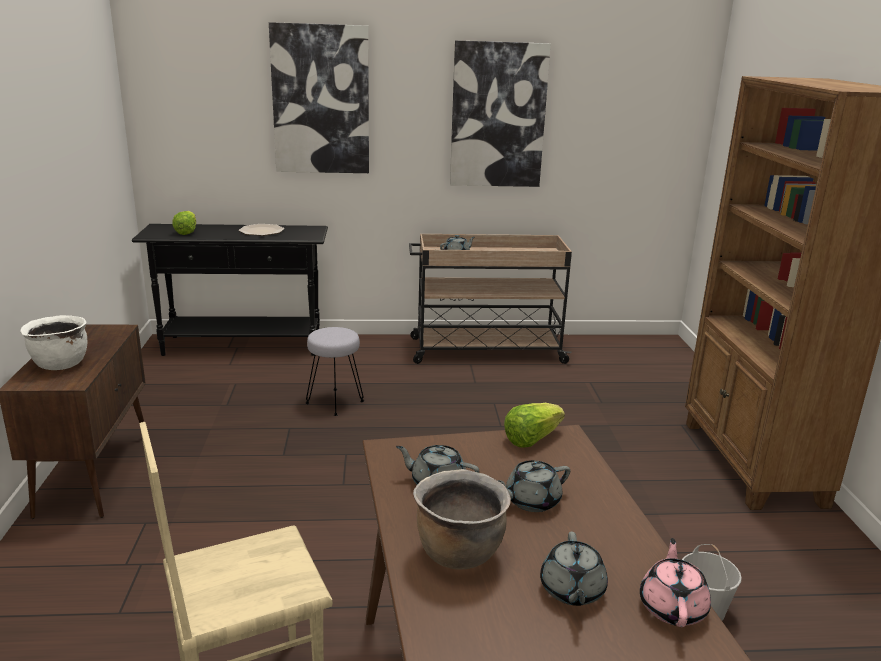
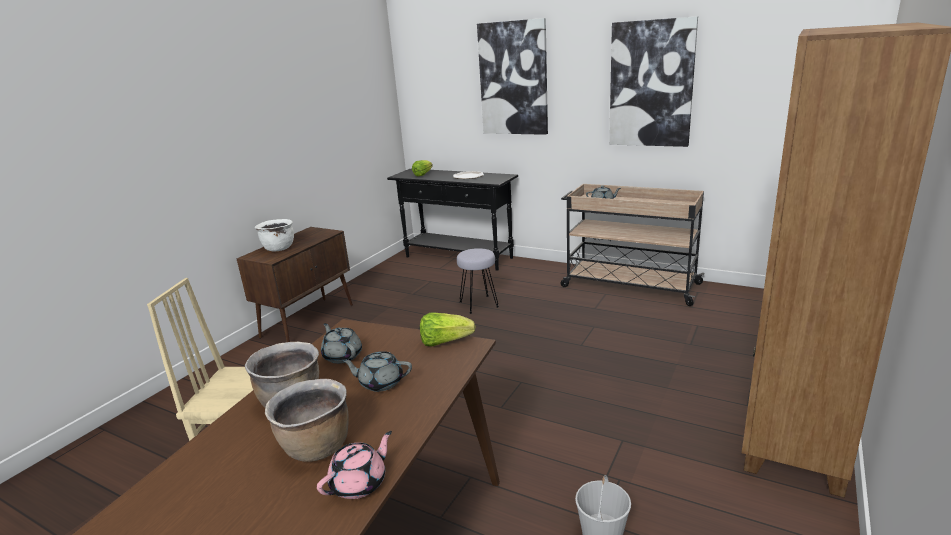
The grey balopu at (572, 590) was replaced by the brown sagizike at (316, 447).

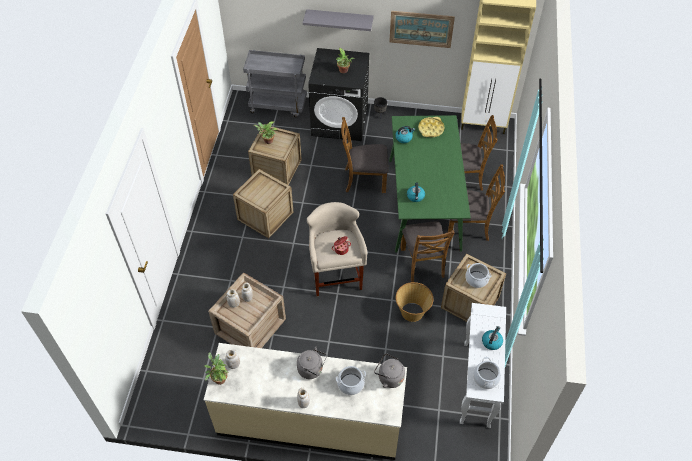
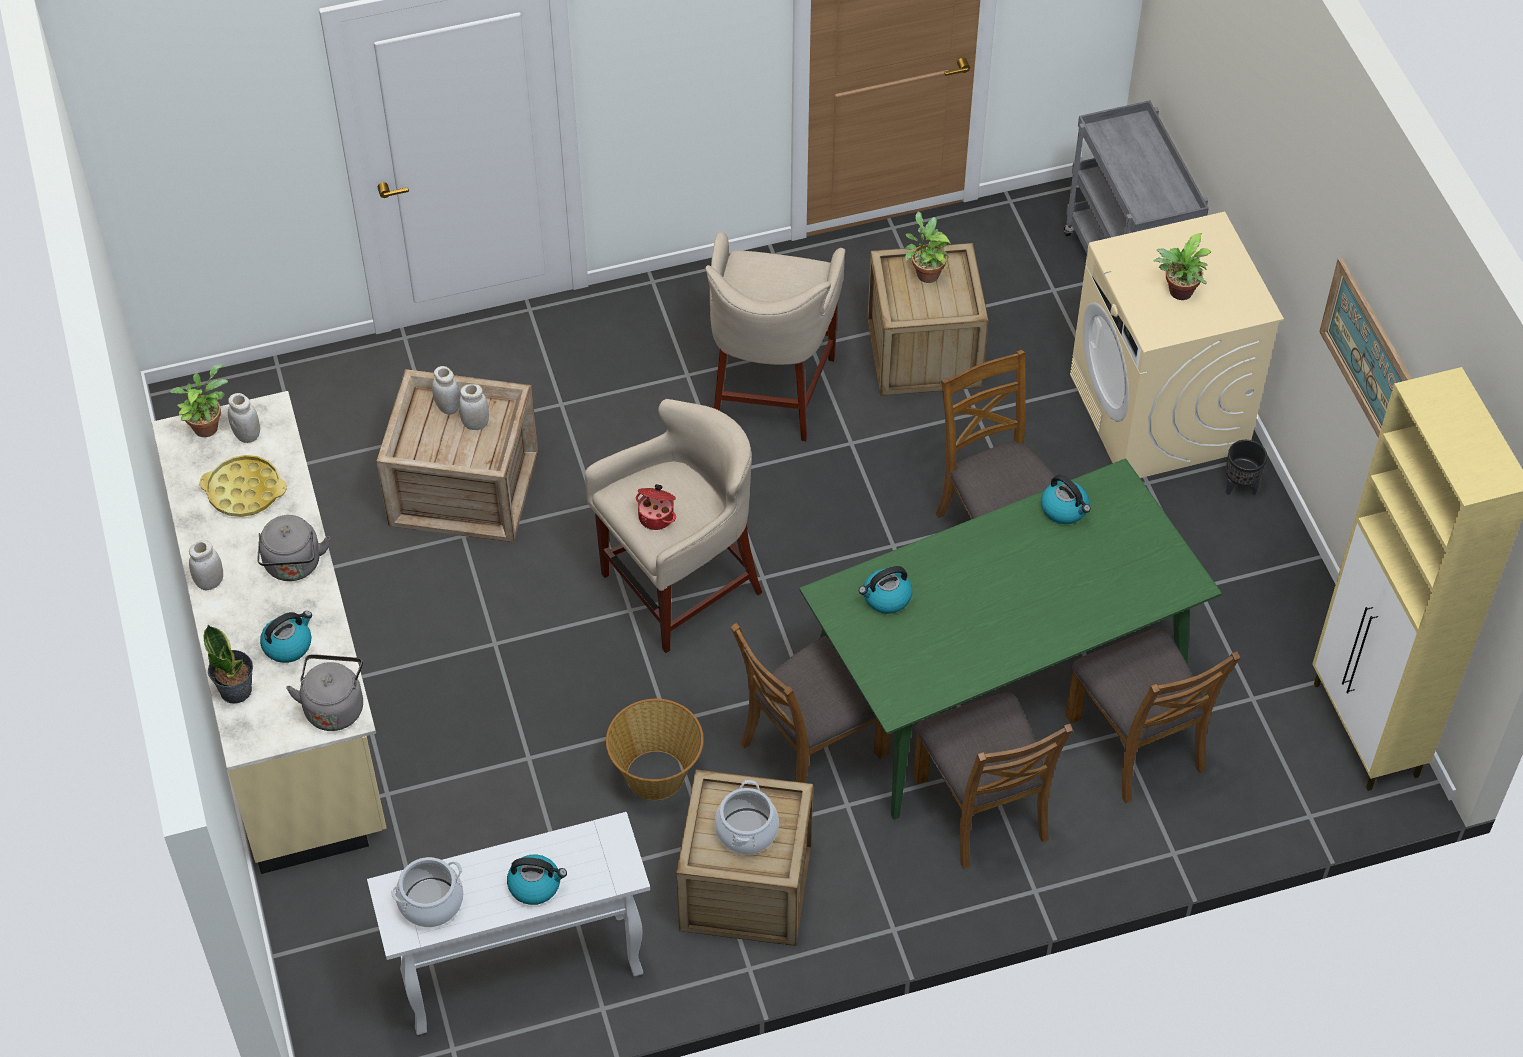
The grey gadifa at (339, 20) disappeared. The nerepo at (236, 690) appeared. The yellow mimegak moved from (431, 129) to (244, 491). The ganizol at (265, 216) was replaced by the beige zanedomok at (770, 390). The sagizike at (350, 384) was replaced by the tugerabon at (288, 645). The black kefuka at (340, 121) became the beige kefuka at (1159, 414).

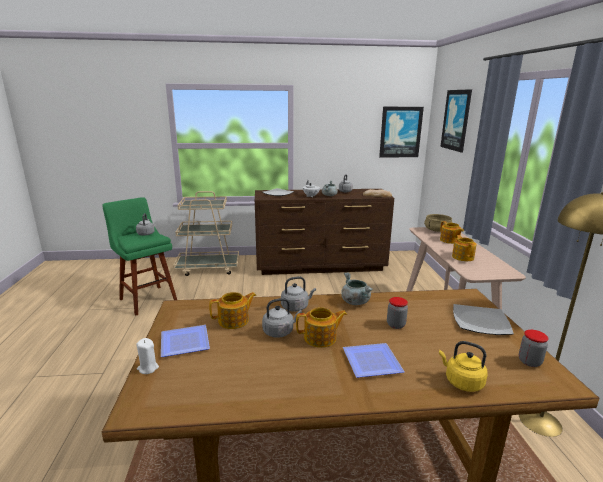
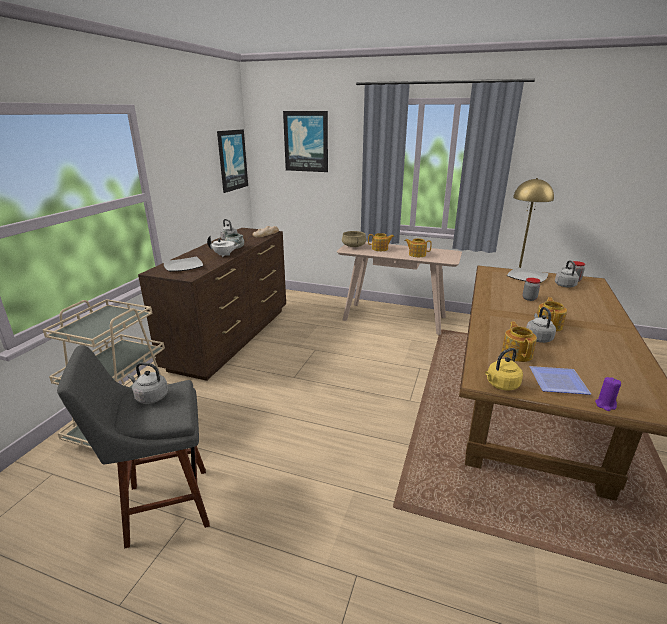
The grey sagizike at (355, 302) disappeared. The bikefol at (374, 363) disappeared. The grey tugerabon moved from (296, 307) to (564, 285). The yellow tugerabon moved from (461, 382) to (501, 385). The green zanedomok at (147, 299) became the grey zanedomok at (162, 506). The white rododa at (148, 368) became the purple rododa at (605, 405).

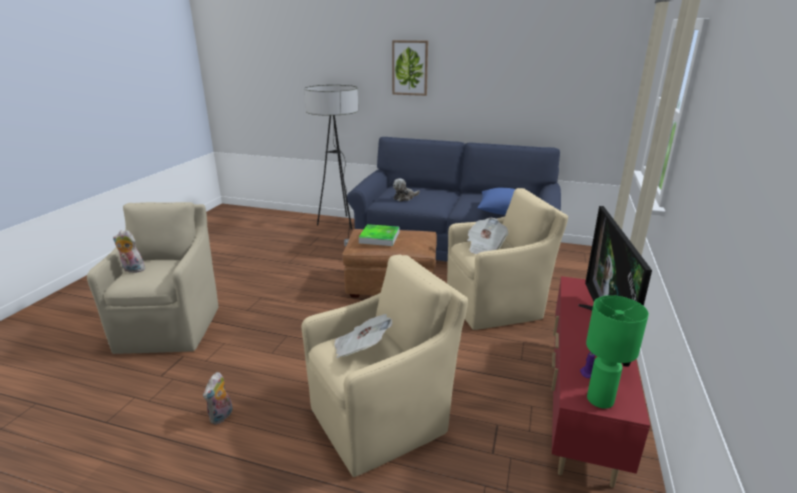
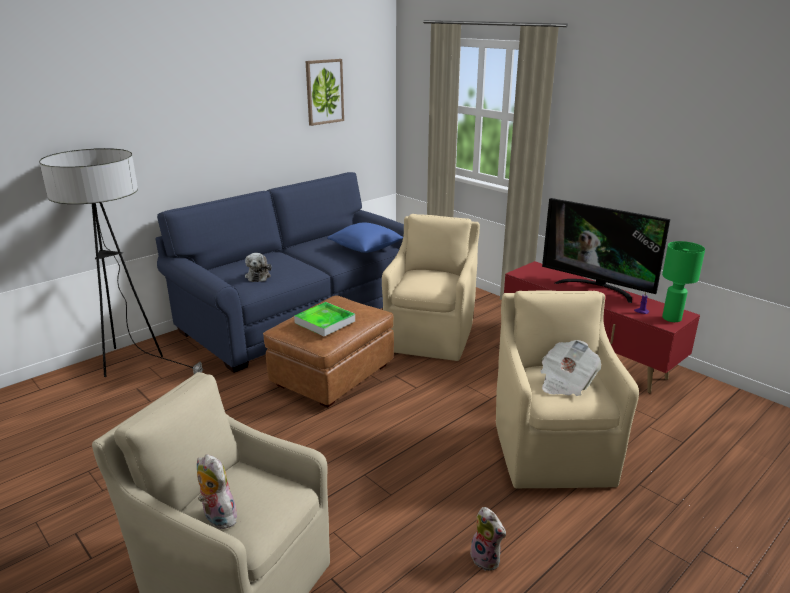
The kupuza at (484, 247) disappeared. The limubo moved from (410, 68) to (324, 92). The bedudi at (132, 270) turned 90 degrees clockwise.

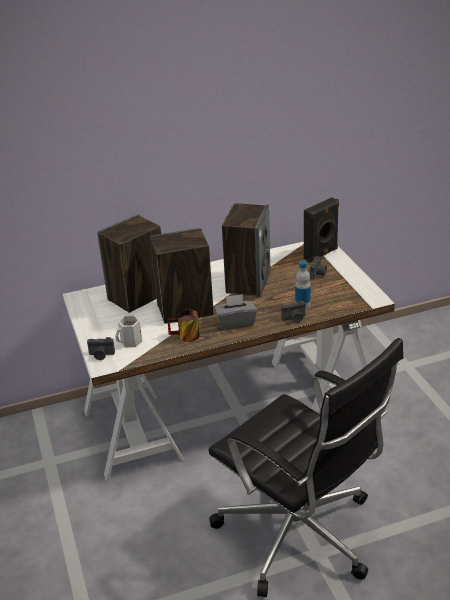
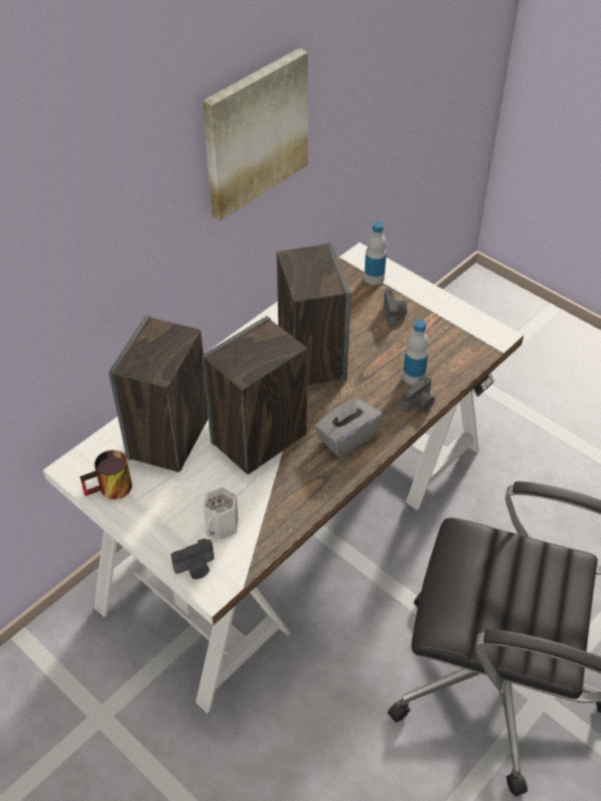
The limubo at (254, 133) appeared. The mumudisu moved from (185, 337) to (111, 491). The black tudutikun at (321, 254) was replaced by the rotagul at (374, 278).

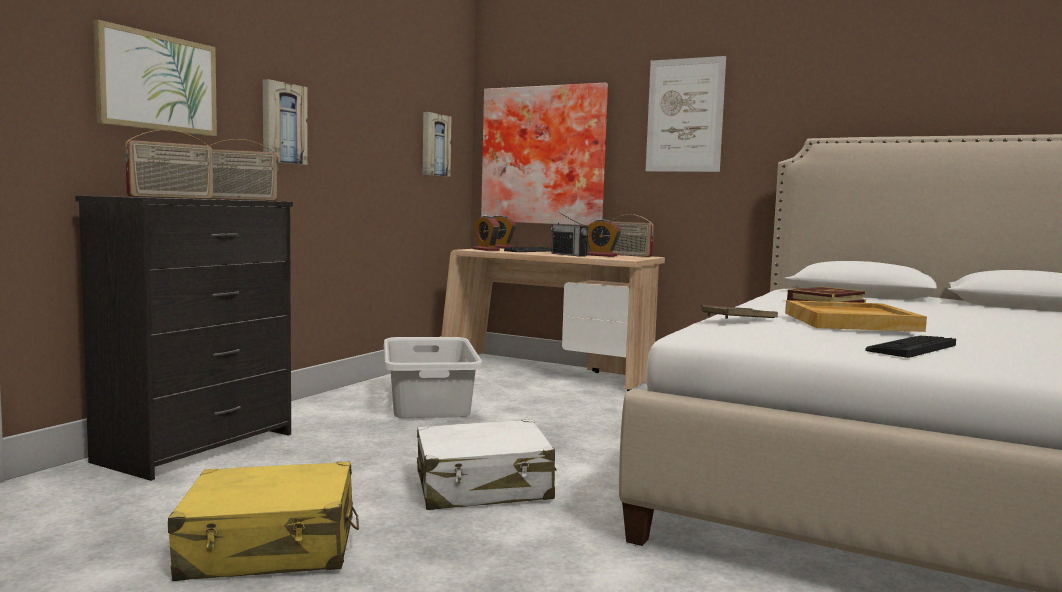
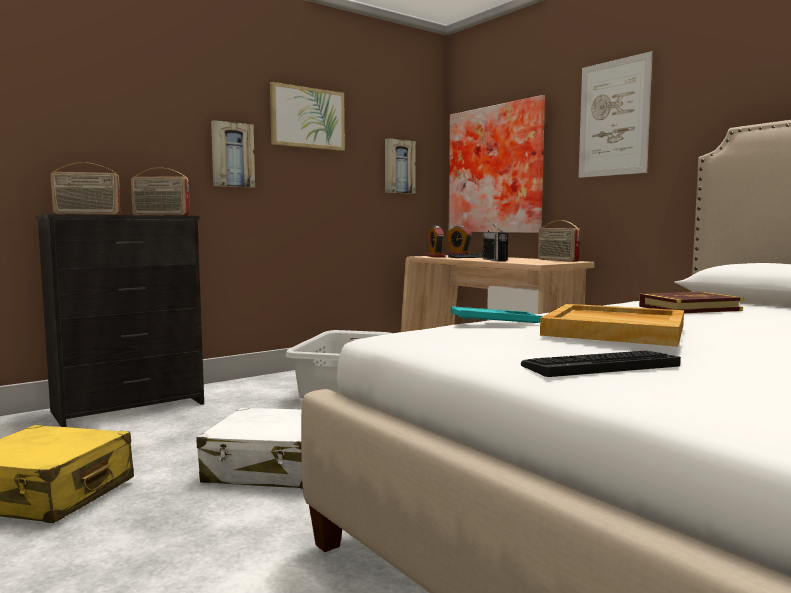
The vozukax at (601, 255) disappeared. The limubo moved from (157, 82) to (307, 118). The brown mimegak at (739, 318) became the turquoise mimegak at (495, 322).

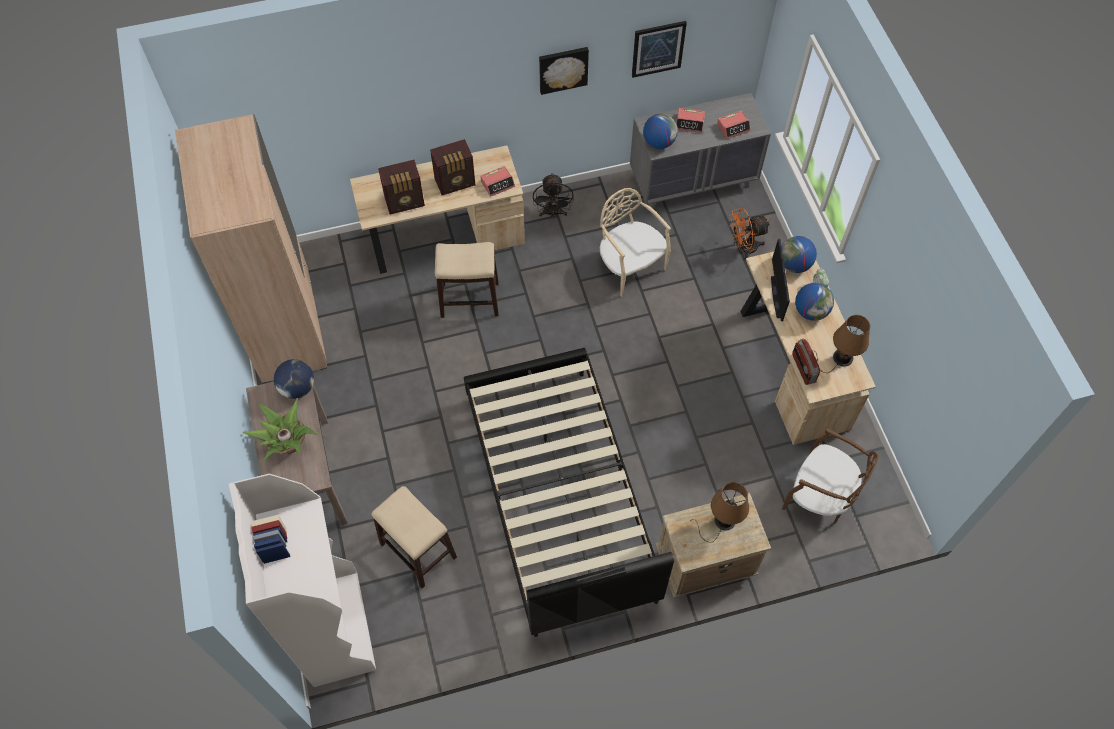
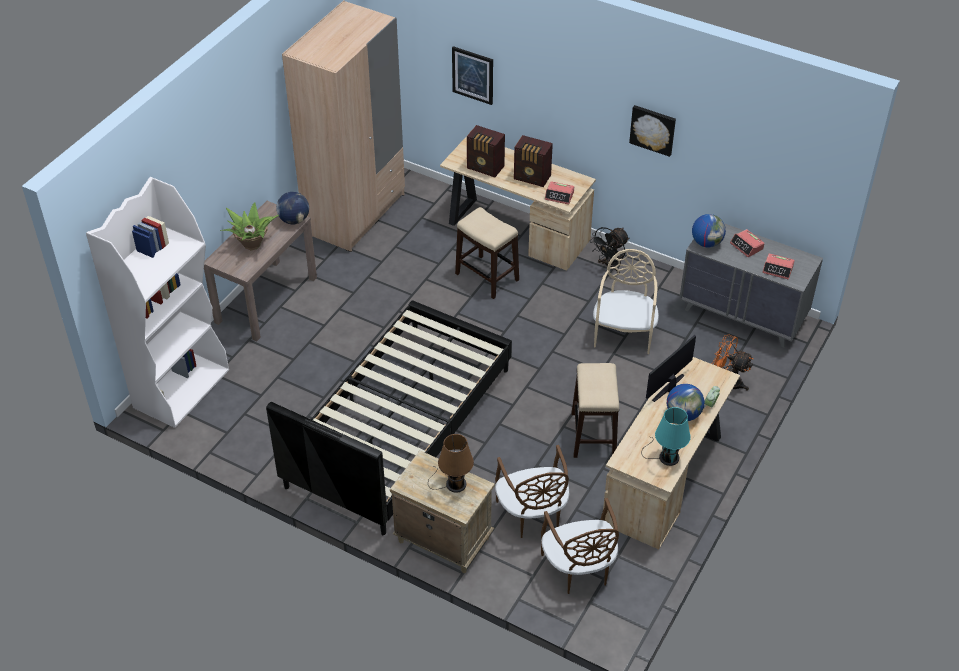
The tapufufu at (794, 265) disappeared. The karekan at (803, 368) disappeared. The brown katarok at (532, 515) appeared. The zanedomok moved from (417, 550) to (593, 434). The limubo moved from (658, 48) to (473, 75). The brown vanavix at (840, 358) became the turquoise vanavix at (666, 457).

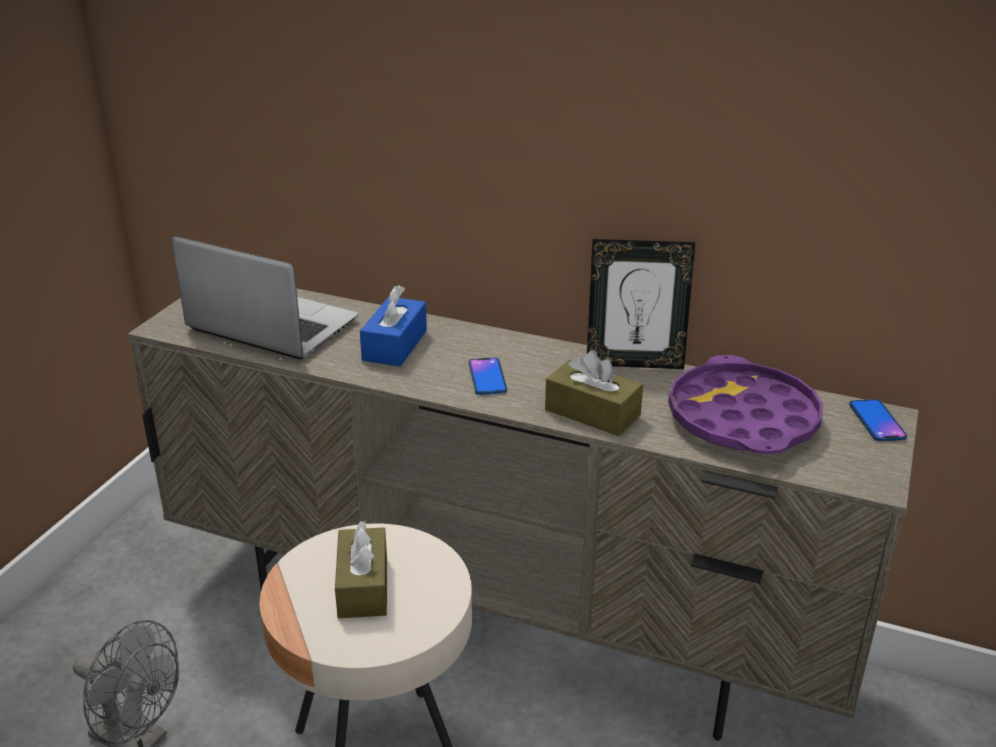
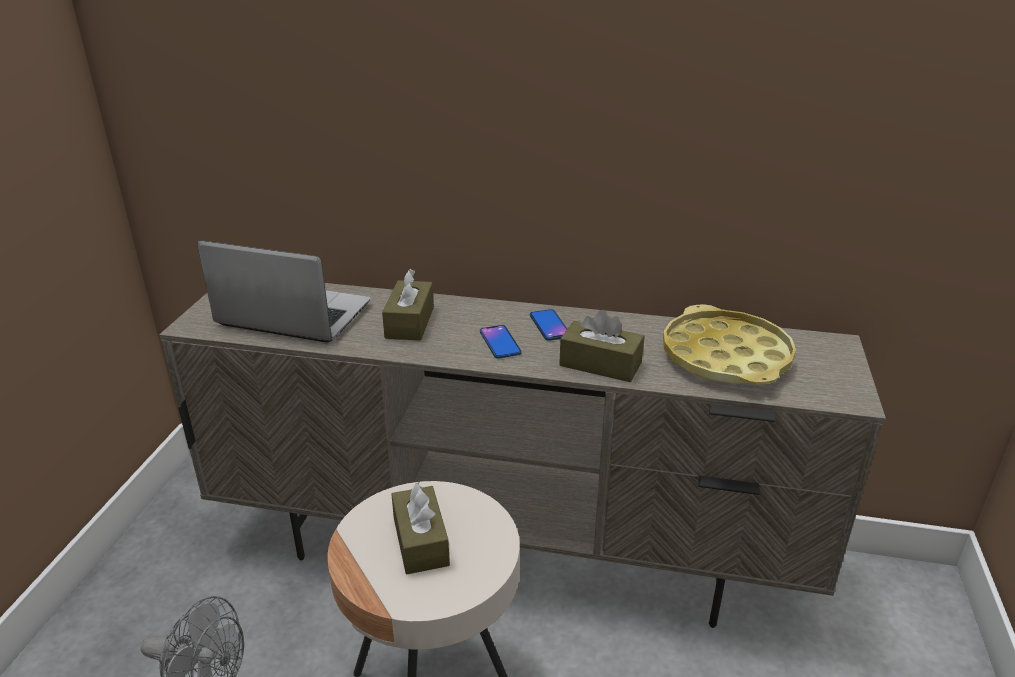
The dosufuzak at (634, 363) disappeared. The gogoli moved from (877, 421) to (549, 326). The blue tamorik at (395, 345) became the brown tamorik at (409, 322). The purple mimegak at (742, 419) became the yellow mimegak at (725, 357).

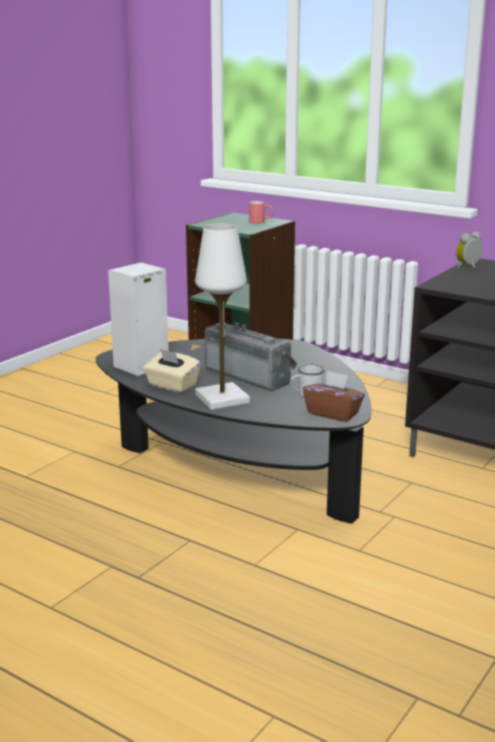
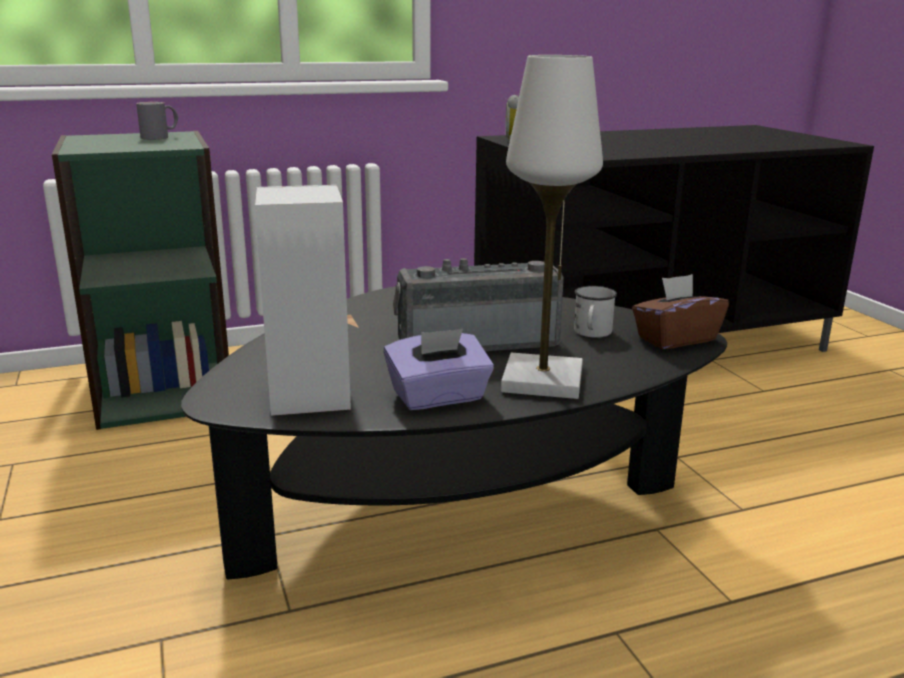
The beige tamorik at (172, 386) became the purple tamorik at (438, 397). The red mumudisu at (261, 222) became the grey mumudisu at (161, 137).

